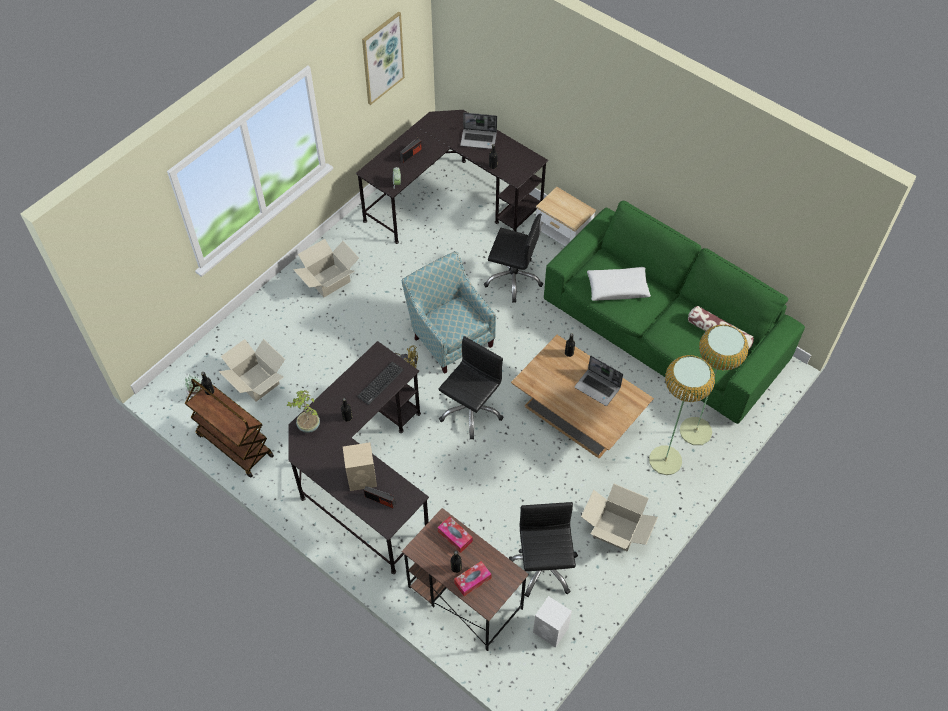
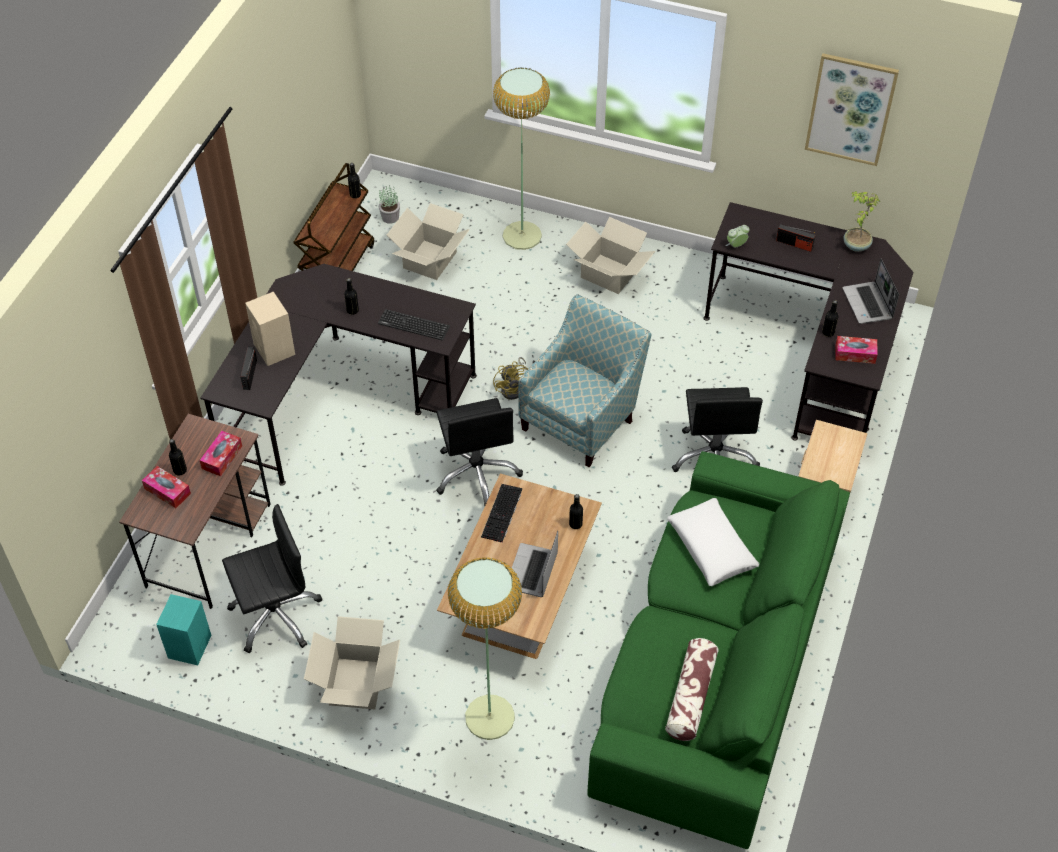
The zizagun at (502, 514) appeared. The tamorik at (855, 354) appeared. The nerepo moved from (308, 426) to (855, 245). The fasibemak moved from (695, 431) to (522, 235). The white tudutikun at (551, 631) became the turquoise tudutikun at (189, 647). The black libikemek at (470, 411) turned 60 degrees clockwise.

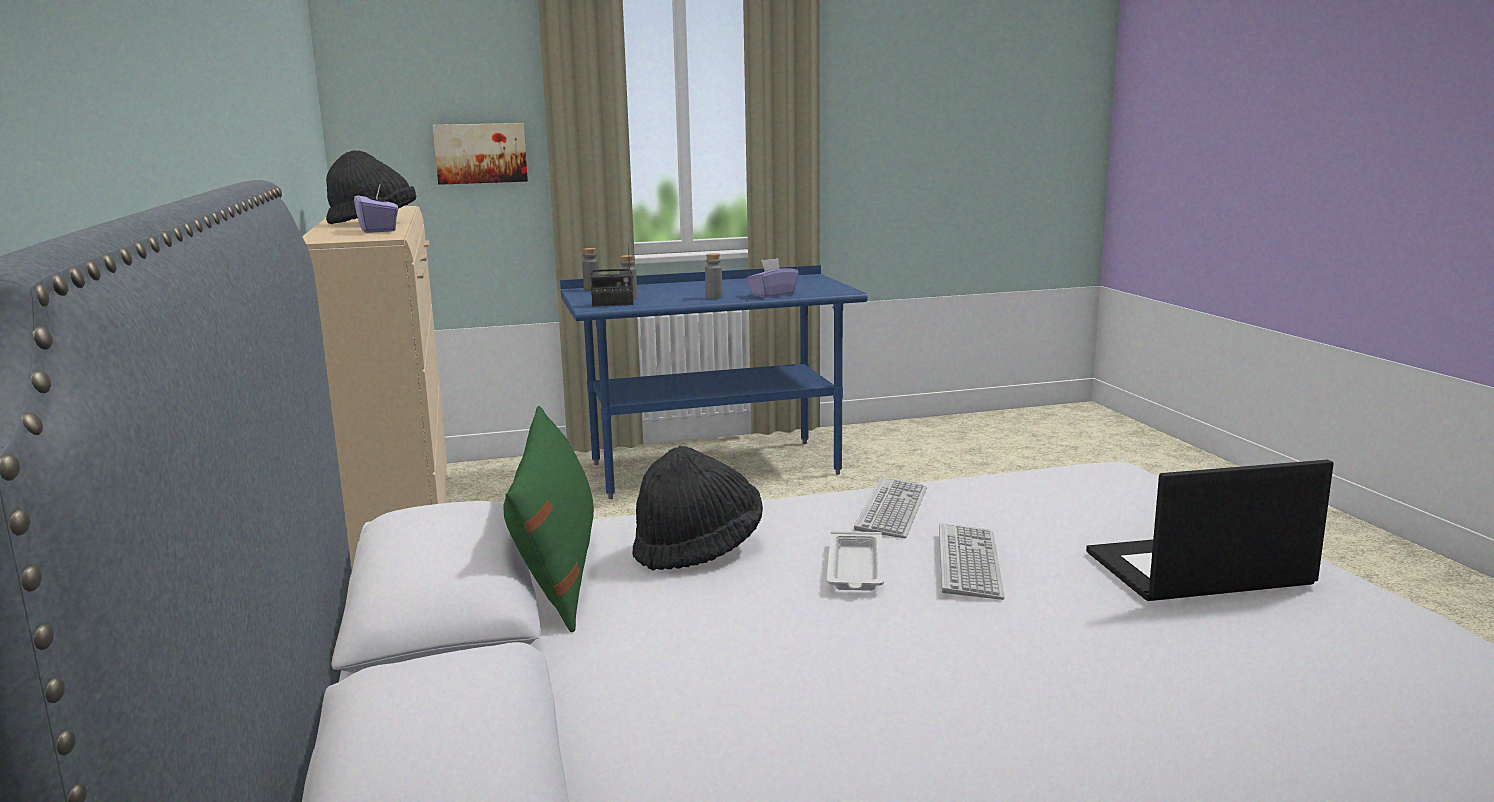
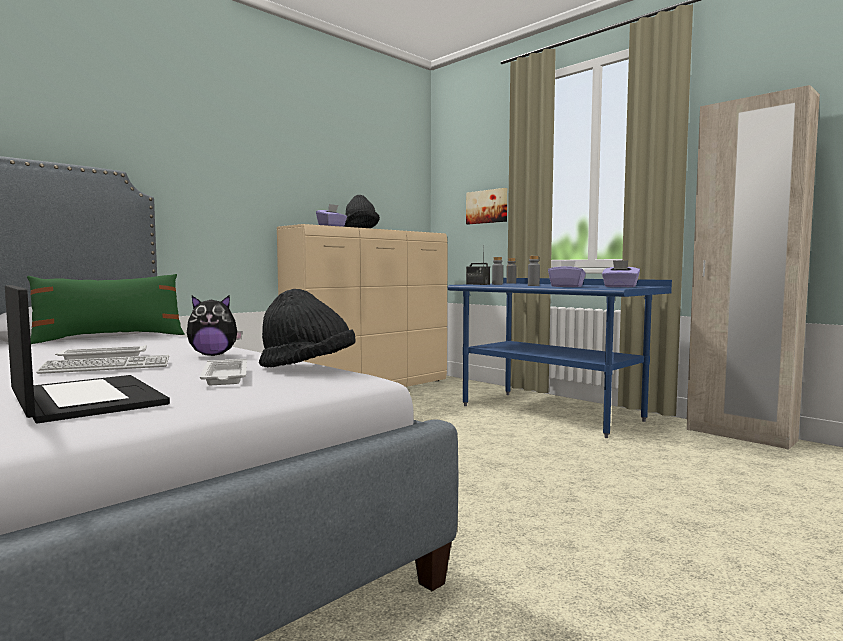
The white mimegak at (225, 377) appeared. The purple tamorik at (620, 287) appeared. The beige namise at (740, 435) appeared. The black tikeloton moved from (698, 549) to (307, 368). The zizagun at (892, 510) was replaced by the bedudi at (213, 355).

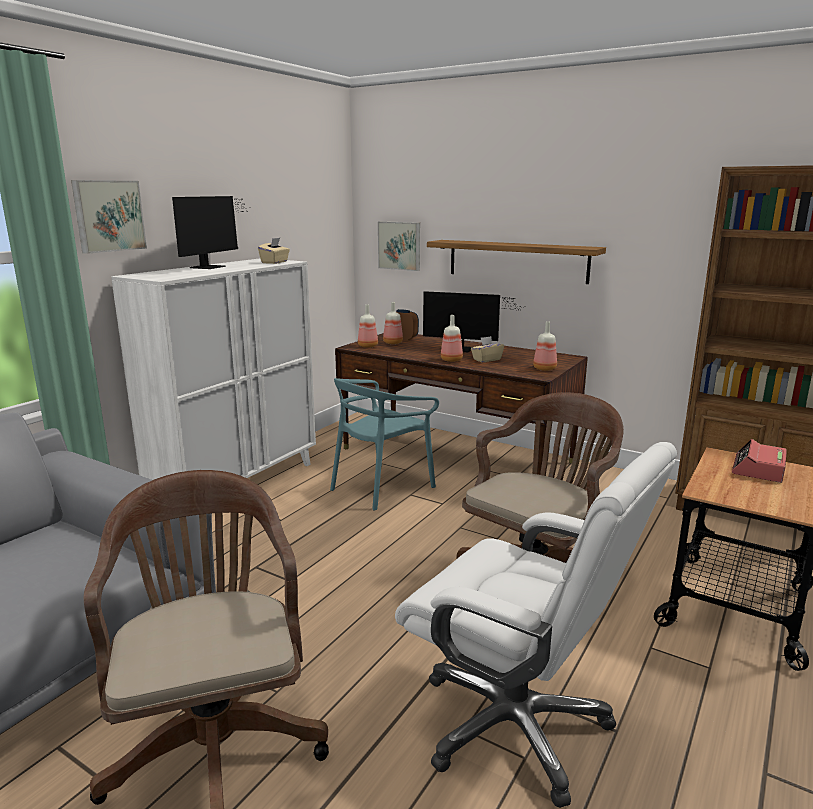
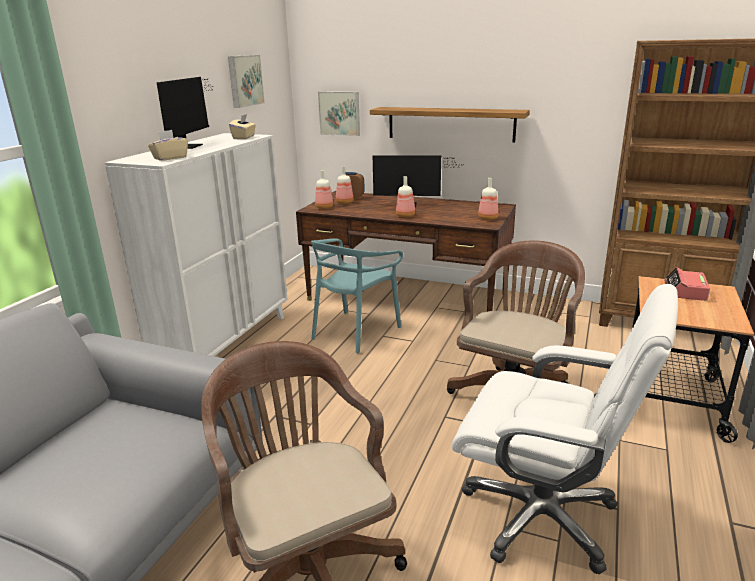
The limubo moved from (108, 216) to (244, 80). The beige tamorik moved from (486, 359) to (170, 158).

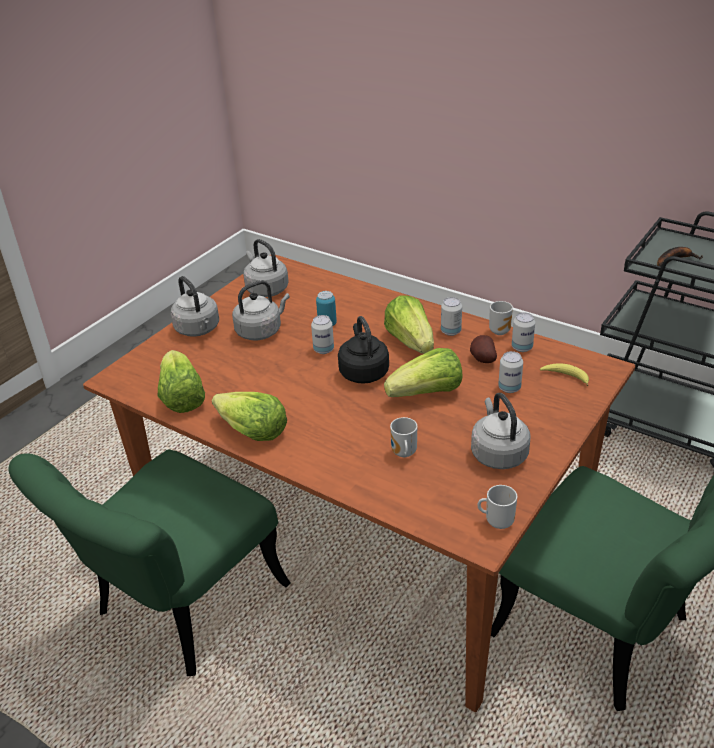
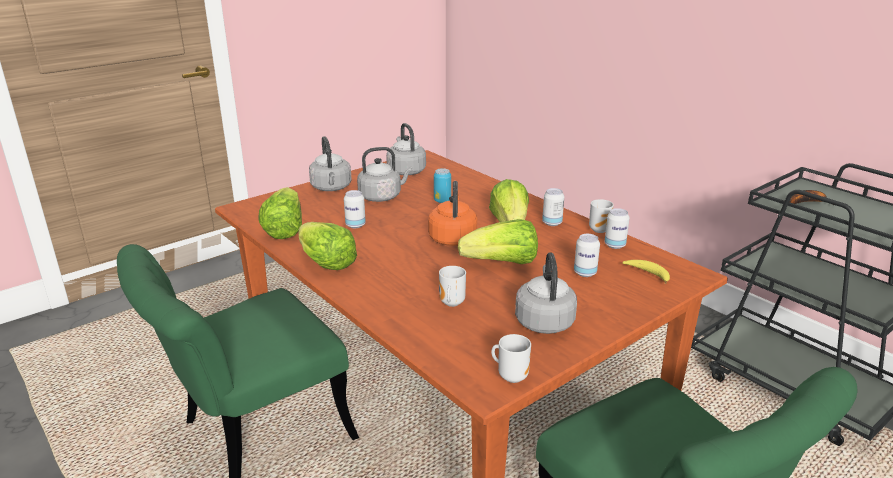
The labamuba at (482, 359) disappeared. The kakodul moved from (323, 350) to (355, 225). The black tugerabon at (363, 371) became the orange tugerabon at (452, 238).

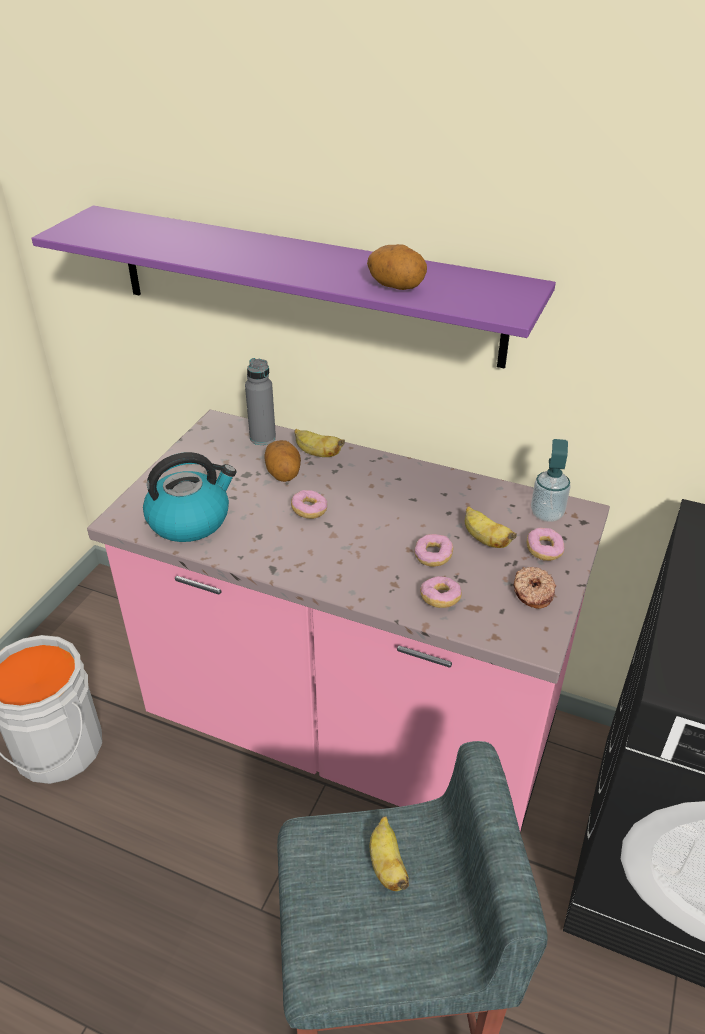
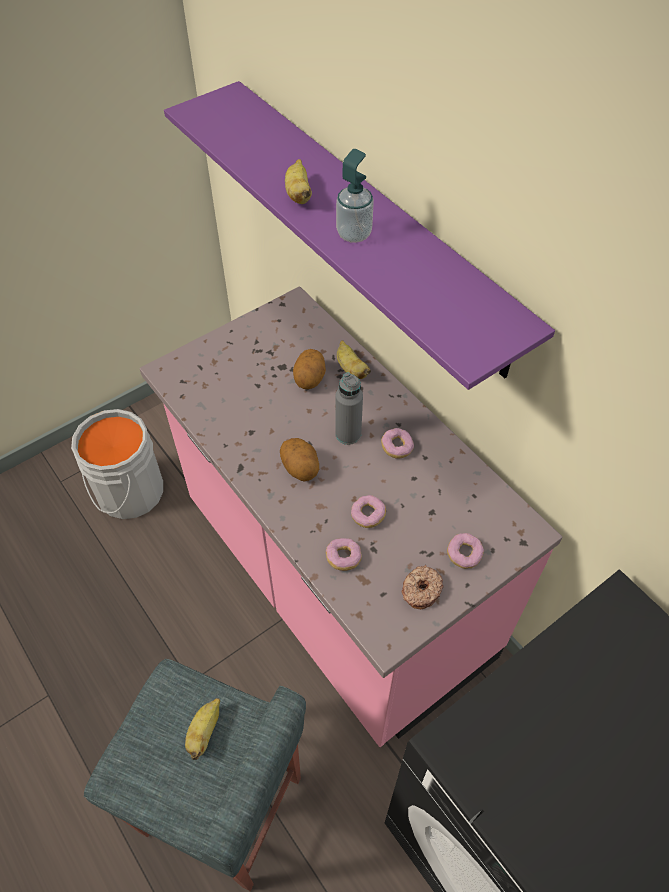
The tugerabon at (190, 520) disappeared. The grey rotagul moved from (262, 438) to (348, 434). The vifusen moved from (309, 511) to (397, 448). The labamuba moved from (396, 287) to (300, 468). The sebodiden moved from (484, 539) to (298, 194). The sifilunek moved from (546, 514) to (354, 234).

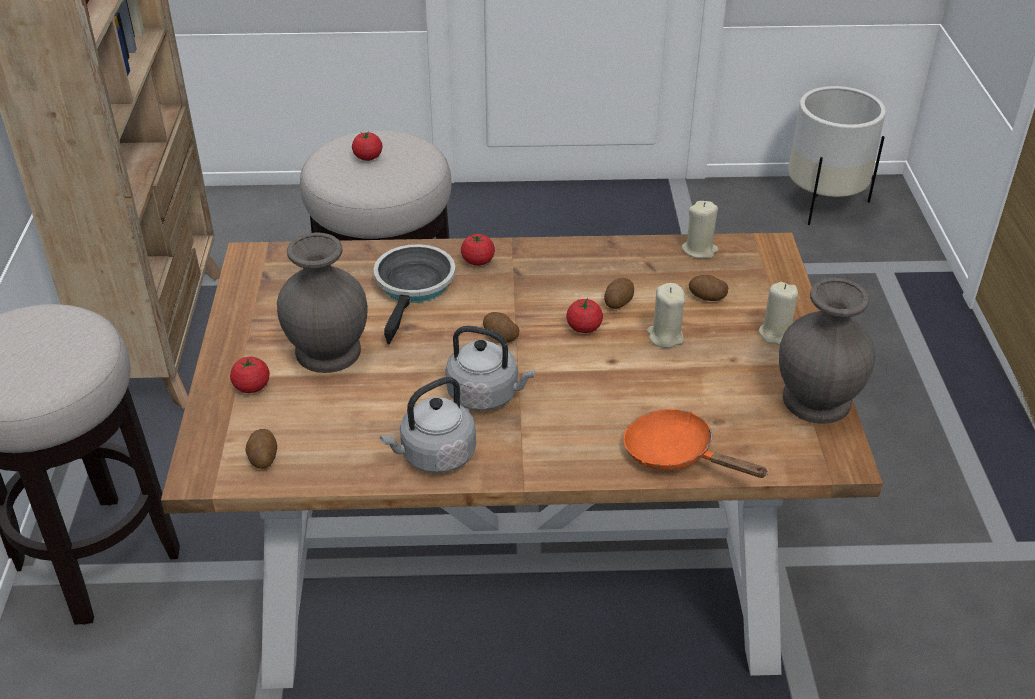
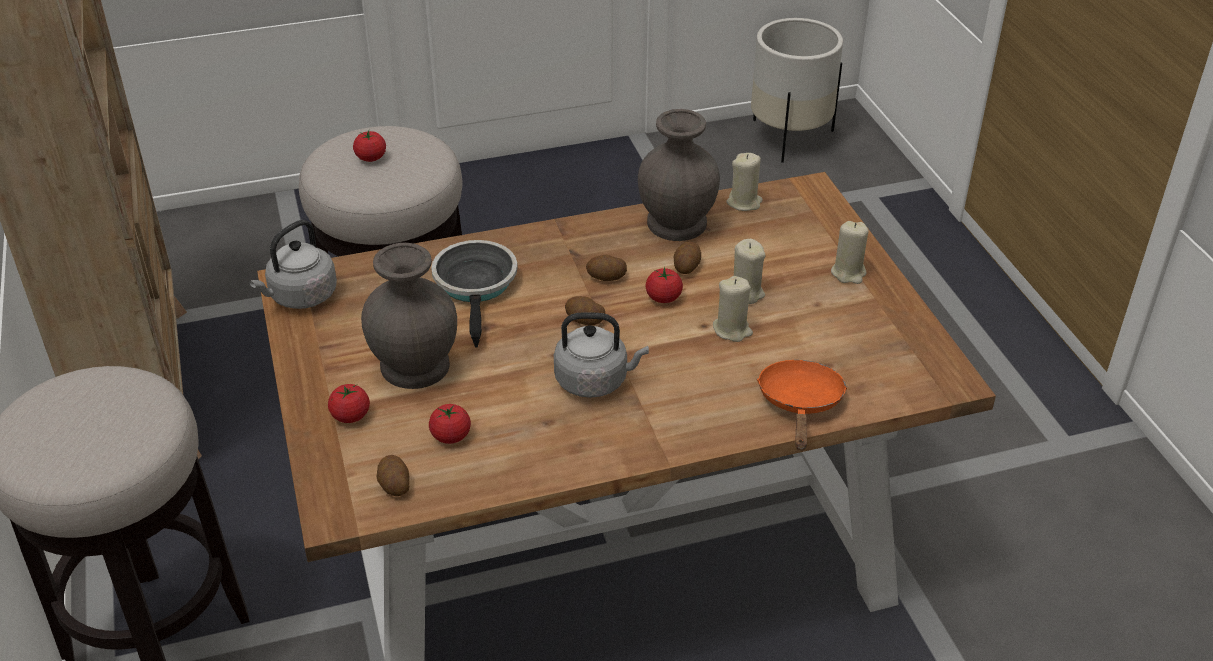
The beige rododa at (732, 330) appeared. The grey tugerabon moved from (434, 456) to (300, 297). The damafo moved from (478, 261) to (451, 436). The labamuba moved from (707, 297) to (606, 278). The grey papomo moved from (816, 401) to (676, 224). The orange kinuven at (676, 454) turned 75 degrees clockwise.

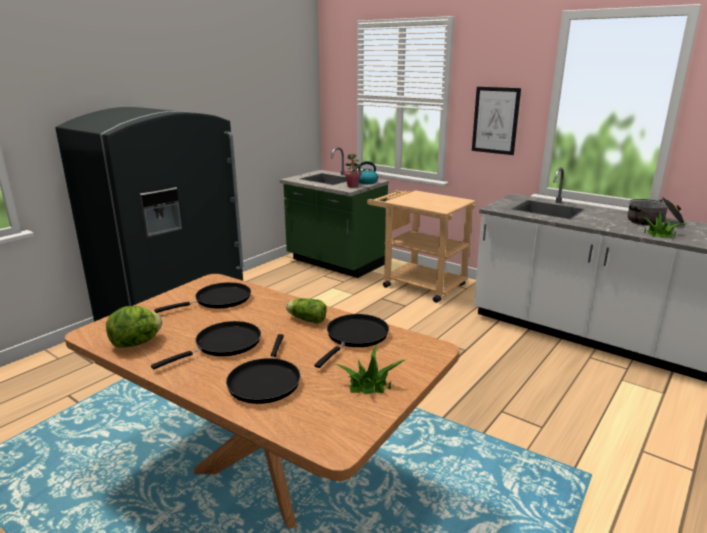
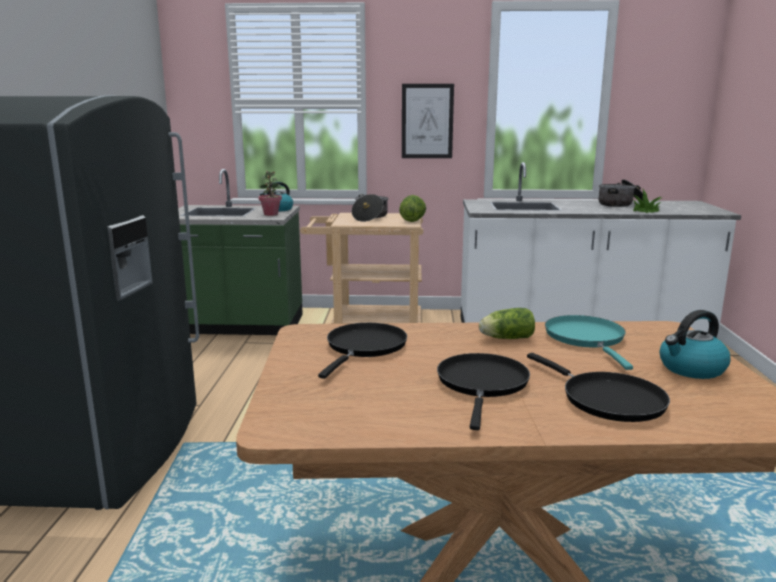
The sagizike at (370, 217) appeared. The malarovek moved from (137, 343) to (412, 221). The nerepo at (369, 384) was replaced by the tugerabon at (691, 369). The black kinuven at (355, 337) became the turquoise kinuven at (586, 339).

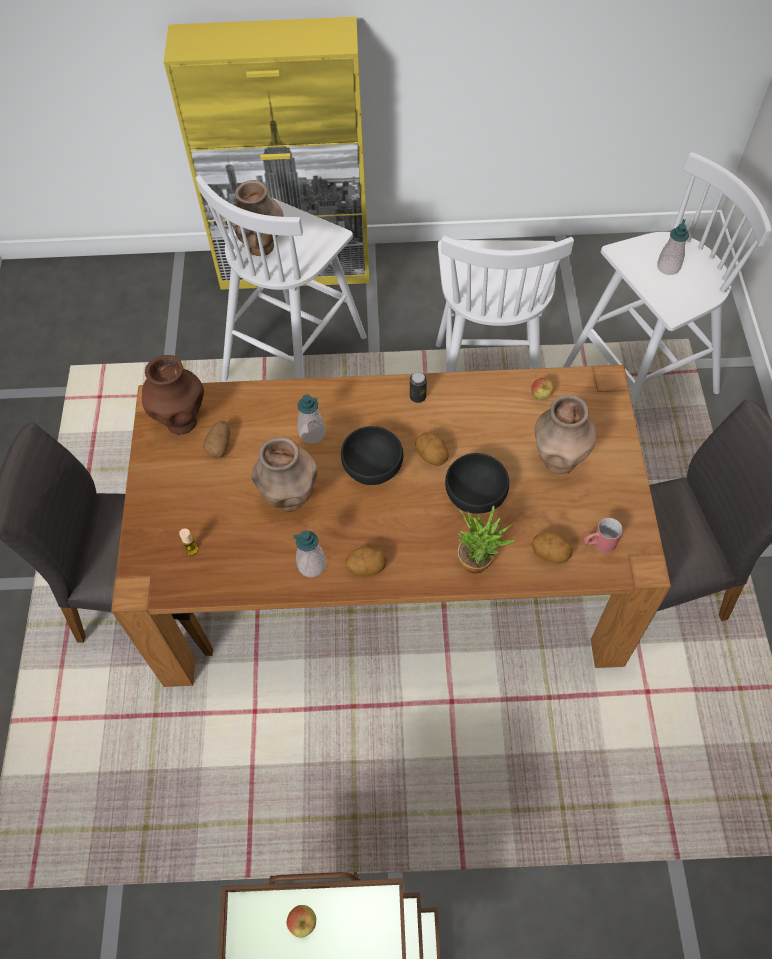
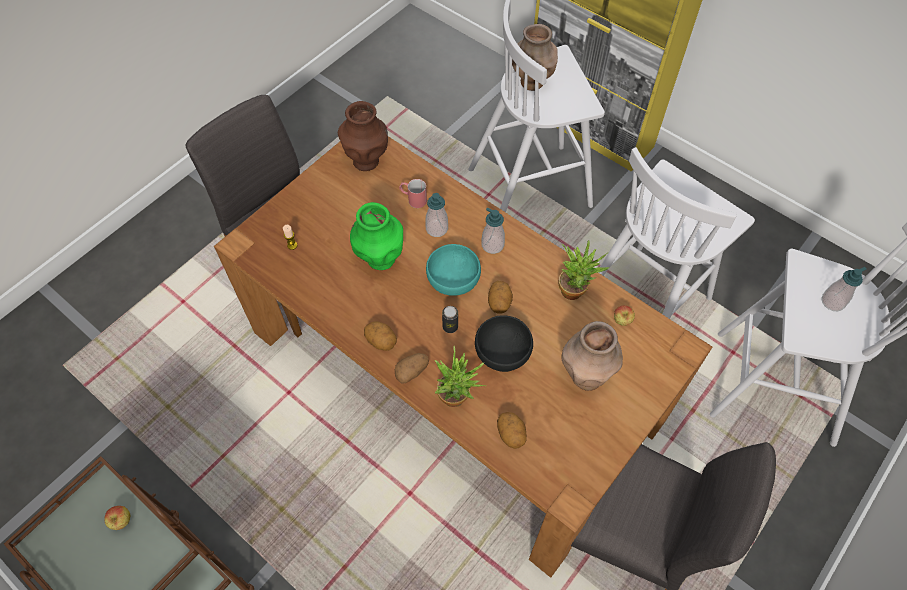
The nerepo at (575, 290) appeared. The labamuba moved from (220, 445) to (412, 371). The sifilunek moved from (312, 565) to (492, 245). The kakodul moved from (417, 397) to (450, 327). The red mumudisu moved from (598, 544) to (413, 199). The brown papomo at (290, 498) became the green papomo at (380, 259). The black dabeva at (372, 467) became the turquoise dabeva at (452, 279).

